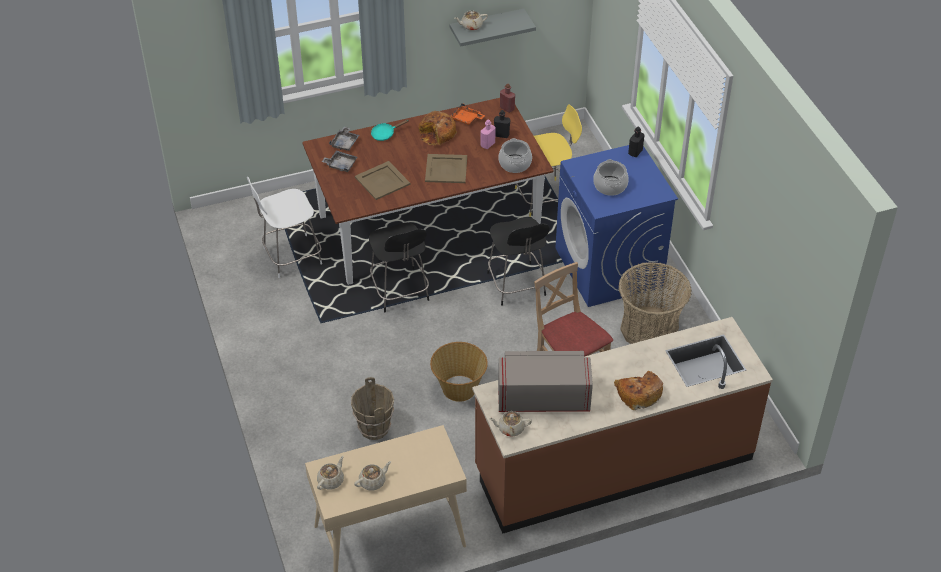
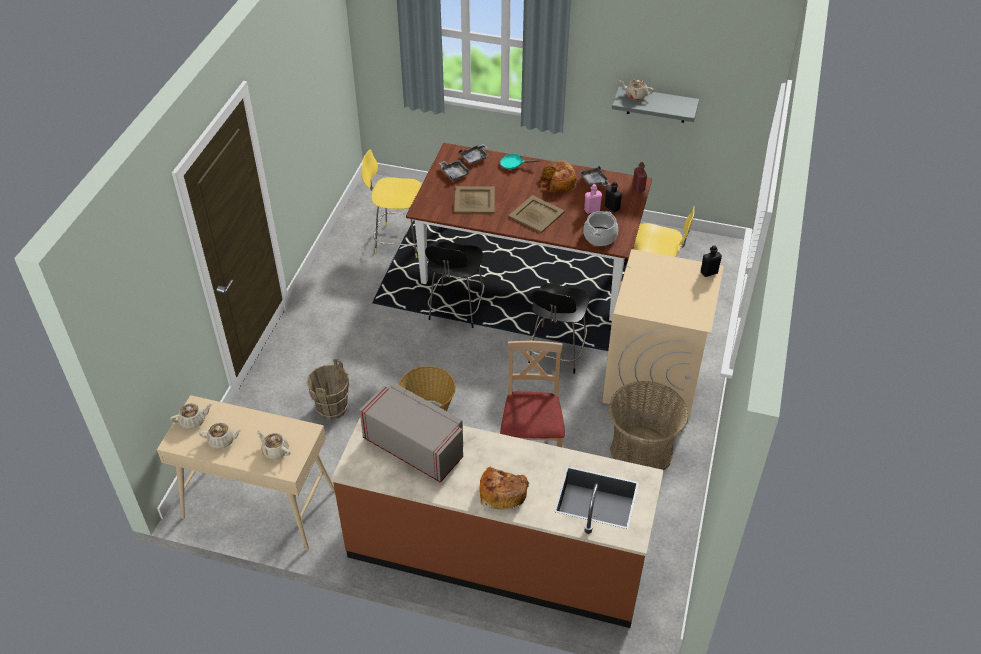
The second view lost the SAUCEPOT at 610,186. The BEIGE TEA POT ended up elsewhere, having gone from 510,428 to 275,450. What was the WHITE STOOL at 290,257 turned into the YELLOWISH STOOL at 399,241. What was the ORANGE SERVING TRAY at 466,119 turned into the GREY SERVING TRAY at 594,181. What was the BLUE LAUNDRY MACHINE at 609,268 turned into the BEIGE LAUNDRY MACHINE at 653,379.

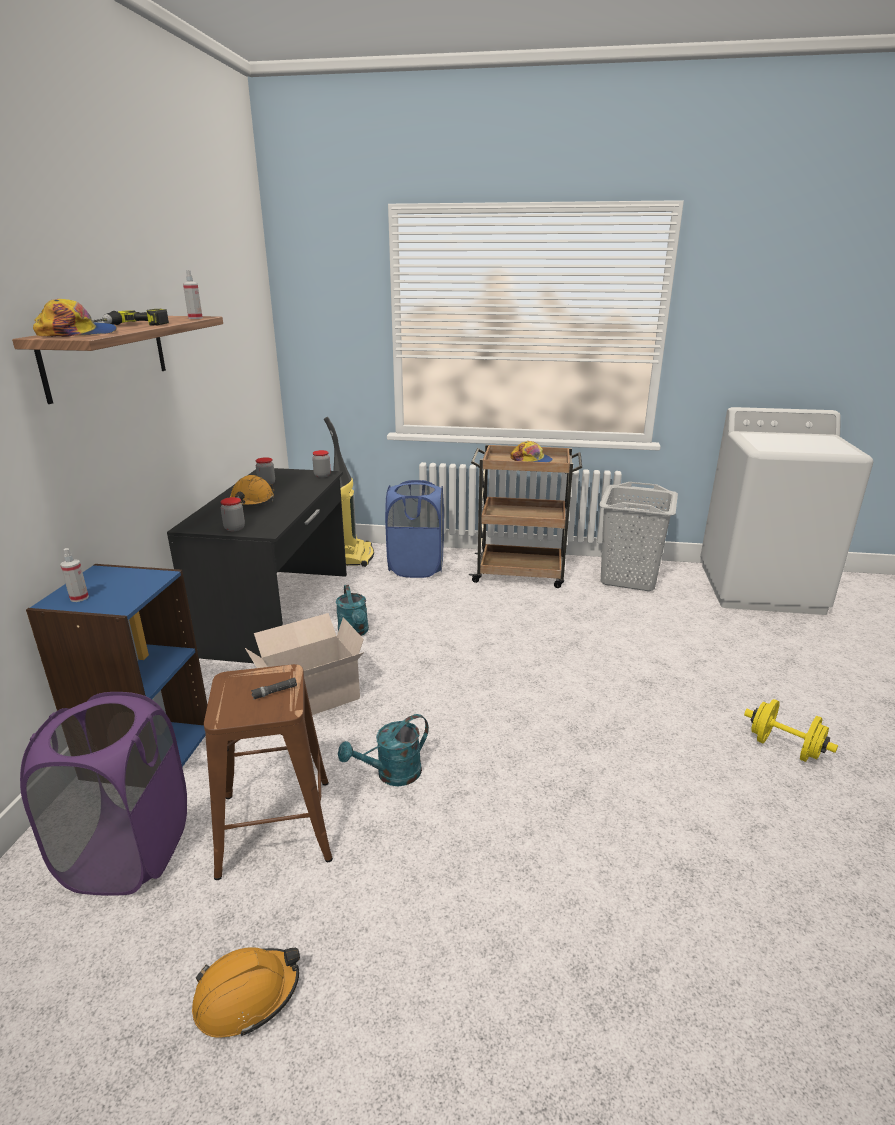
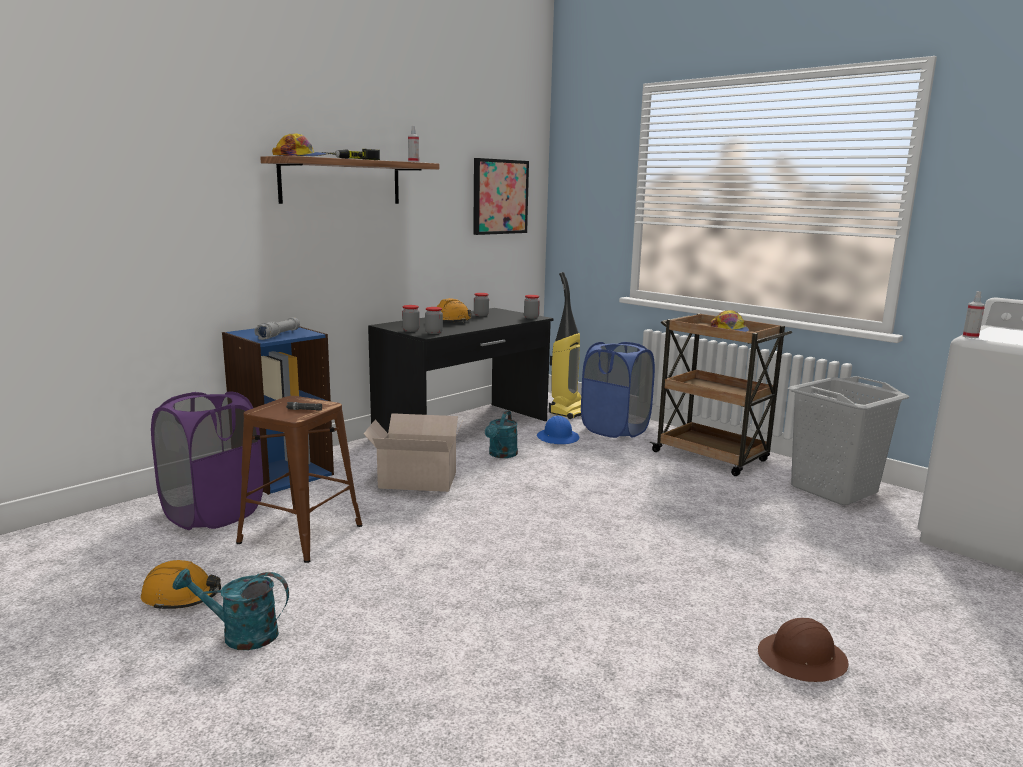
The second view gained the GREY FLASHLIGHT at 278,335. The second view gained the JAR at 434,332. The second view gained the WALL PICTURE at 499,197. The second view gained the BLUE HARD HAT at 558,438. The SPRAYER ended up elsewhere, having gone from 79,598 to 970,337. The TURQUOISE SPRINKLING CAN ended up elsewhere, having gone from 391,775 to 240,635. Where the YELLOWISH DUMBBELL stood at 784,748, the BROWN HARD HAT came to stand at 802,659.

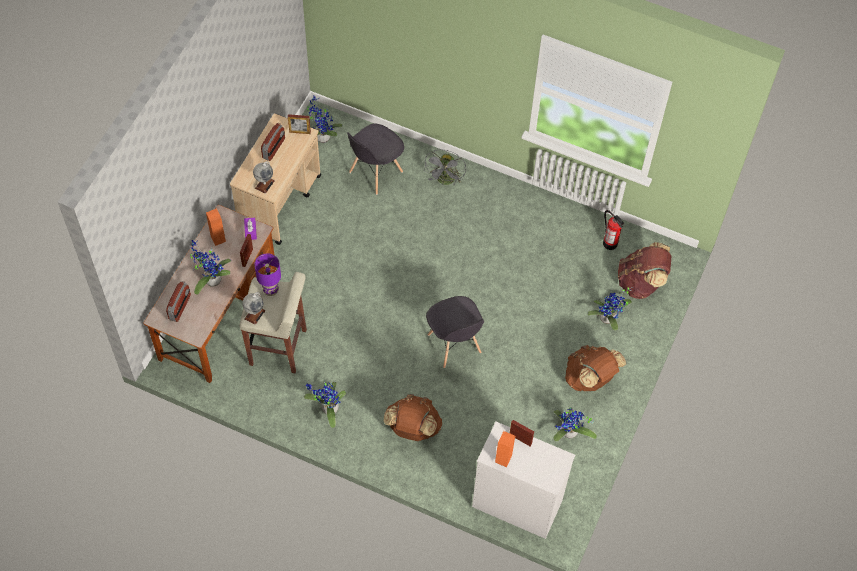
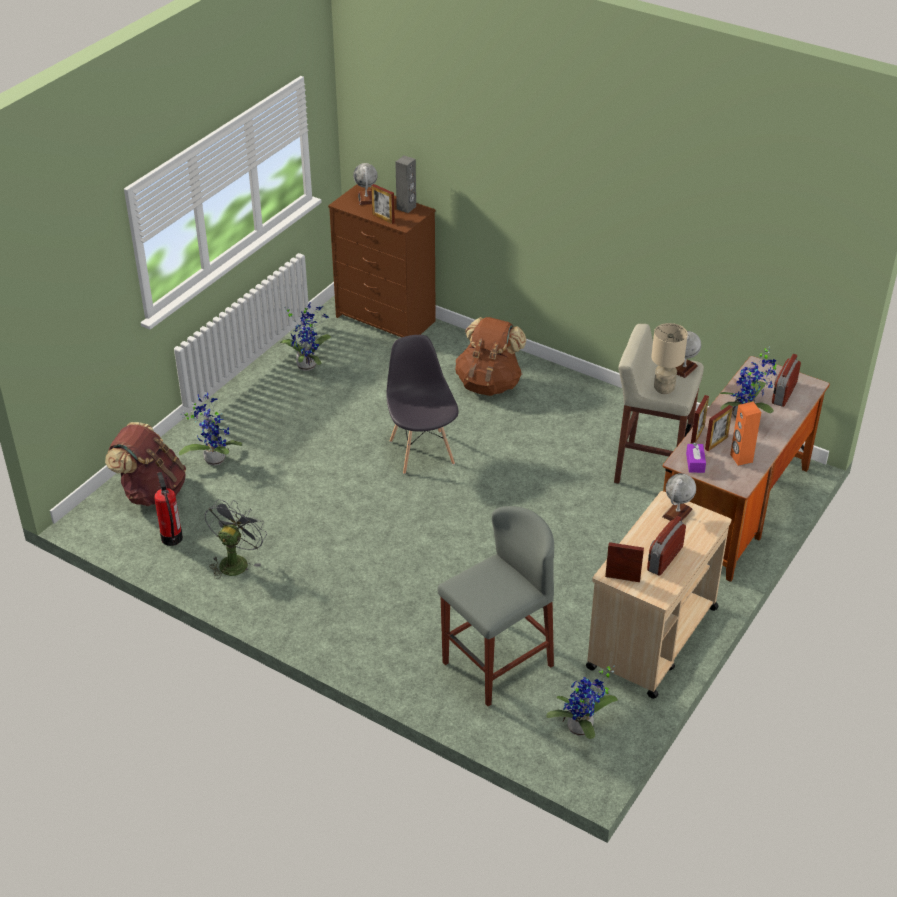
The second view lost the PLANT IN A POT at 328,409. The second view lost the BROWN BACKPACK at 590,378. The second view gained the WORLD GLOBE at 366,198. The second view gained the STANDING FRAME at 716,443. The GREY FAN ended up elsewhere, having gone from 445,181 to 235,561. Where the GREY PLAIN CHAIR stood at 375,172, the GREY STOOL came to stand at 497,664. What was the PURPLE TABLE LAMP at 271,290 turned into the BEIGE TABLE LAMP at 663,389. What was the WHITE DRESSER at 516,503 turned into the BROWN DRESSER at 386,319. What was the ORANGE SPEAKER at 503,459 turned into the GREY SPEAKER at 406,208.

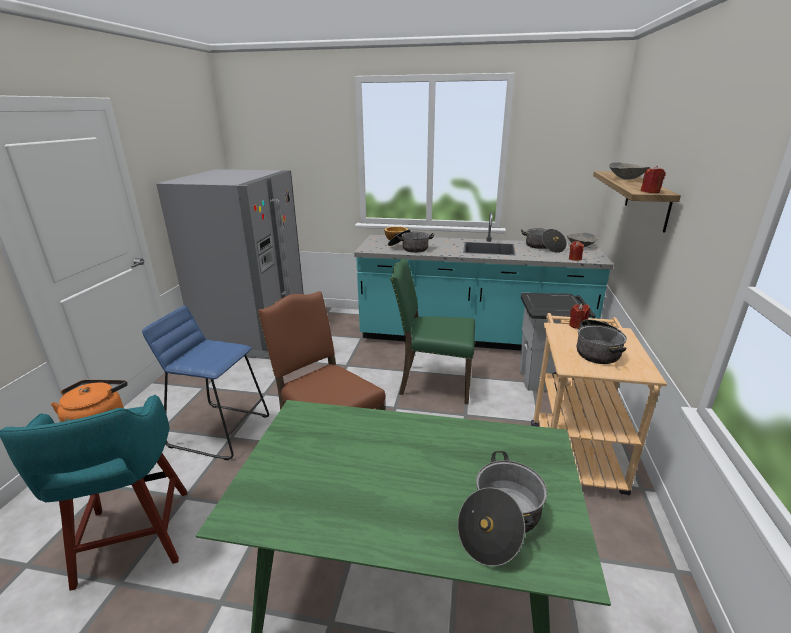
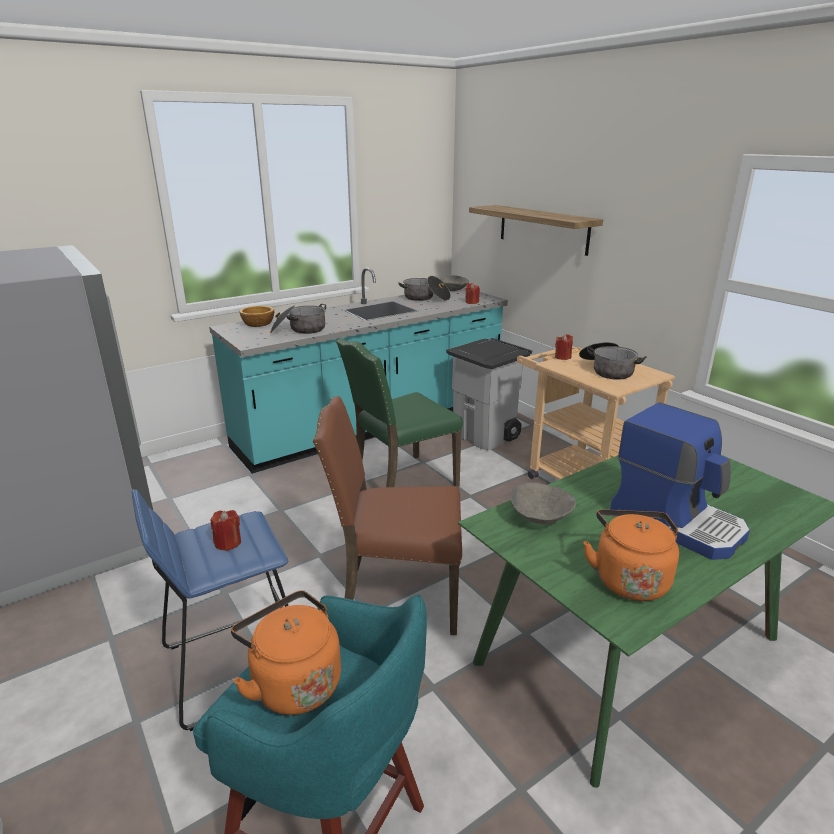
The second view lost the SAUCEPOT at 500,522. The second view gained the ORANGE WATER KETTLE at 629,578. The second view gained the COFFEE MACHINE at 677,521. The GREY SERVING BOWL ended up elsewhere, having gone from 626,178 to 540,517. The RED WAX CANDLE ended up elsewhere, having gone from 650,192 to 228,543.

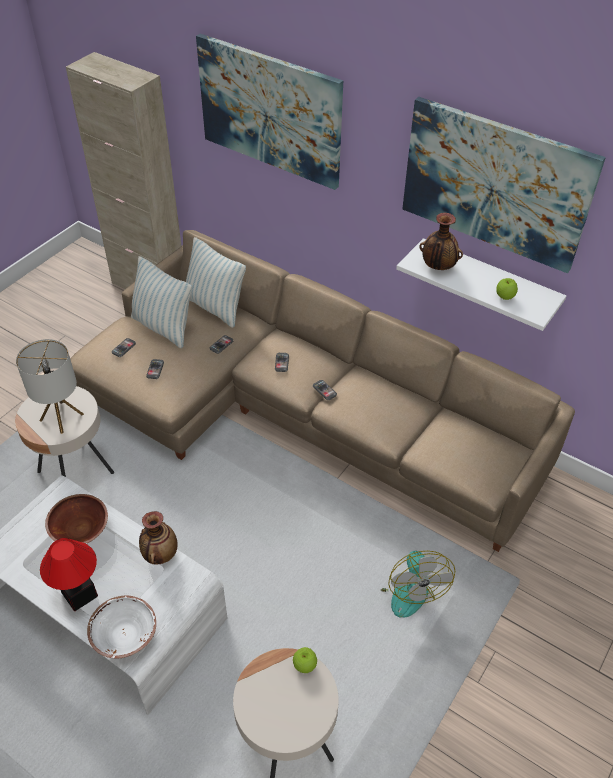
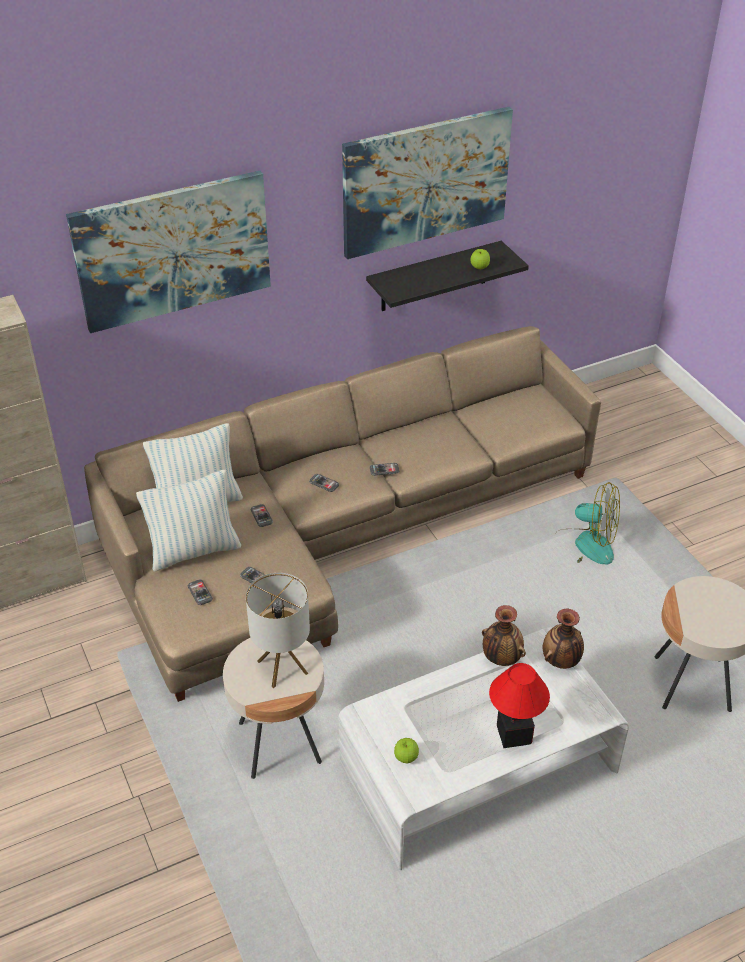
The second view lost the BROWN SERVING BOWL at 80,529. The second view lost the WHITE SERVING BOWL at 124,635. The APPLE ended up elsewhere, having gone from 304,665 to 406,758. The FLOWER VASE ended up elsewhere, having gone from 438,267 to 561,661. What was the WHITE BRACKET SHELF at 488,283 turned into the BLACKISH BRACKET SHELF at 434,277.

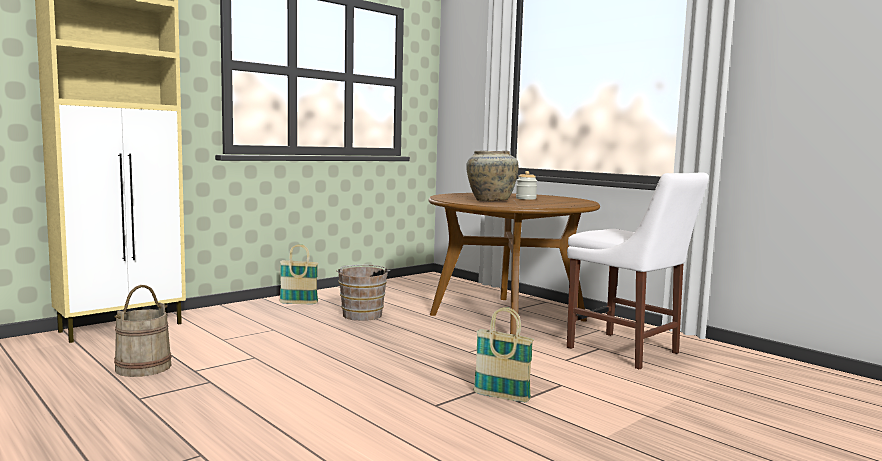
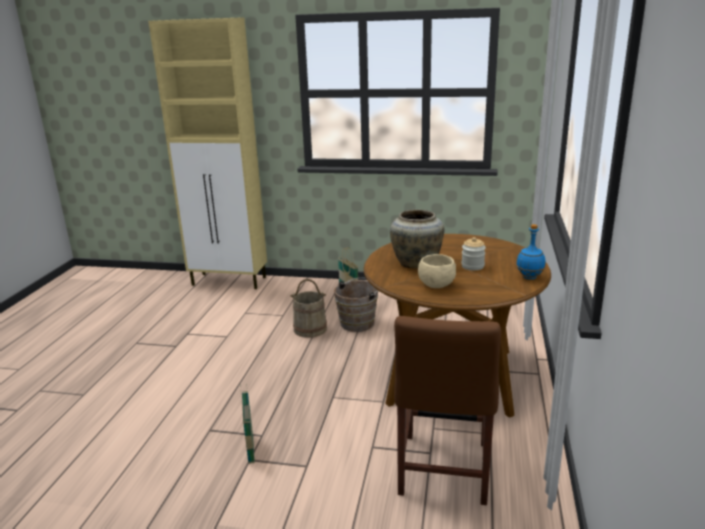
The second view gained the BEIGE SERVING BOWL at 436,285. The second view gained the BLUE BOTTLE at 529,277. The BEIGE BUCKET ended up elsewhere, having gone from 143,367 to 310,329. What was the WHITE PLAIN CHAIR at 627,352 turned into the BROWN PLAIN CHAIR at 443,472.

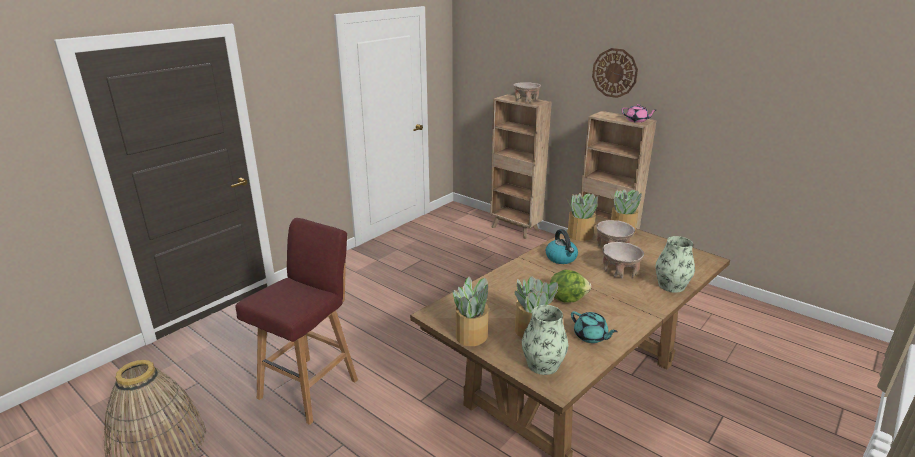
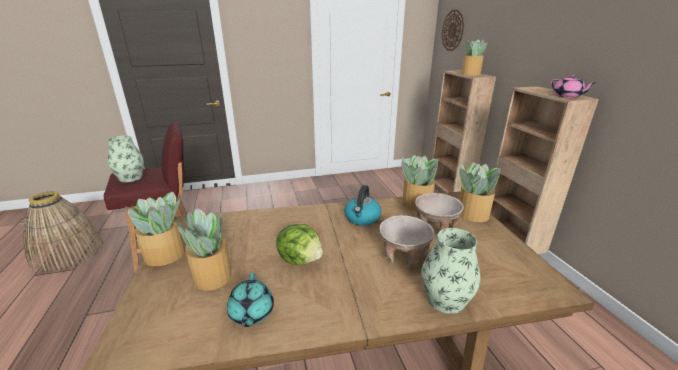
The FLOWER VASE ended up elsewhere, having gone from 543,364 to 131,178. The WALL CLOCK ended up elsewhere, having gone from 614,73 to 453,30. Where the BEIGE SERVING BOWL stood at 526,101, the PLANT IN A POT came to stand at 470,74.

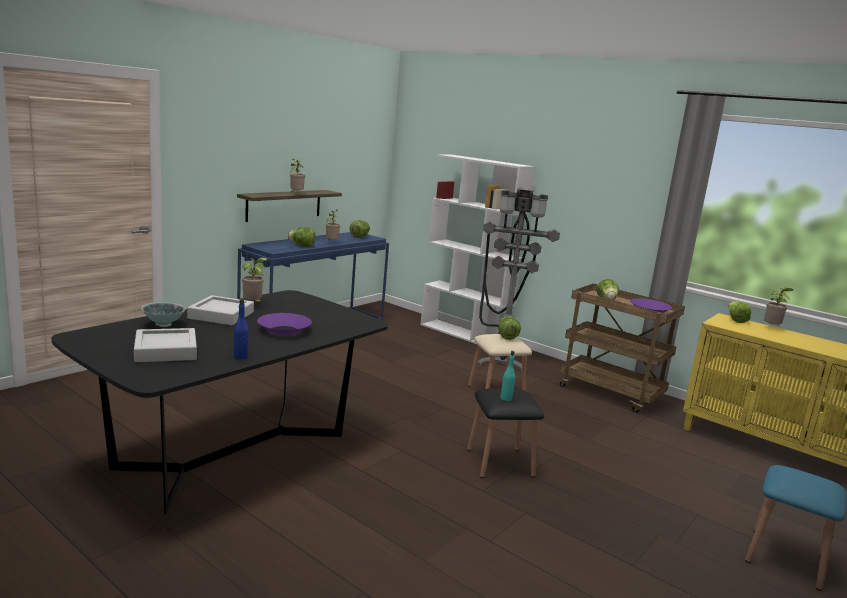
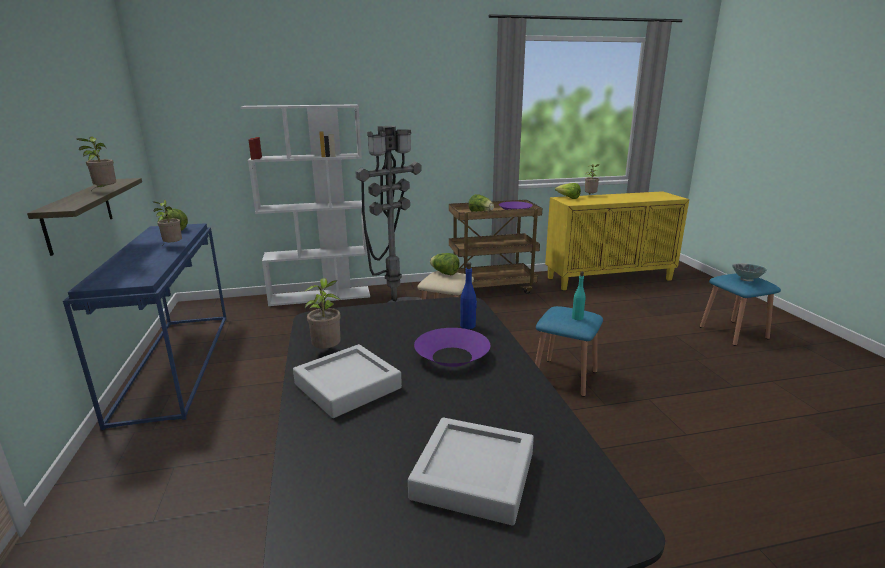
The second view lost the LETTUCE HEAD at 302,246. The SERVING BOWL ended up elsewhere, having gone from 163,325 to 746,280. The BLUE BOTTLE ended up elsewhere, having gone from 240,356 to 468,326. What was the BLACKISH STOOL at 500,462 turned into the BLUE STOOL at 564,377.

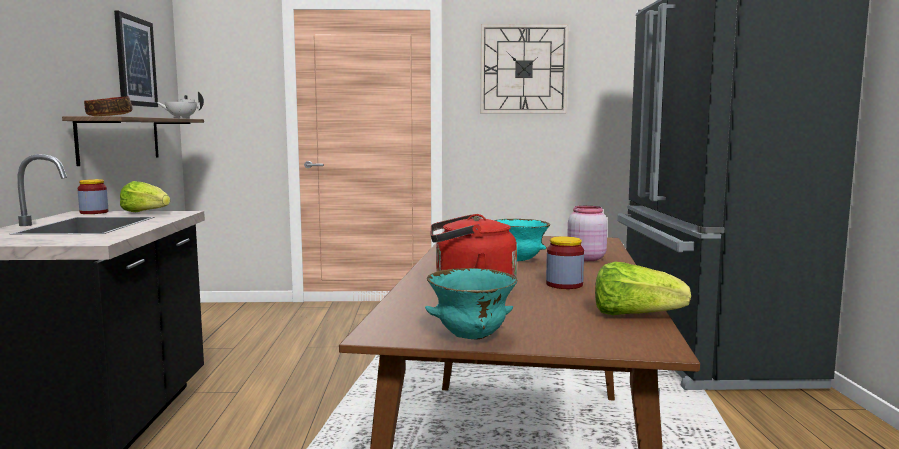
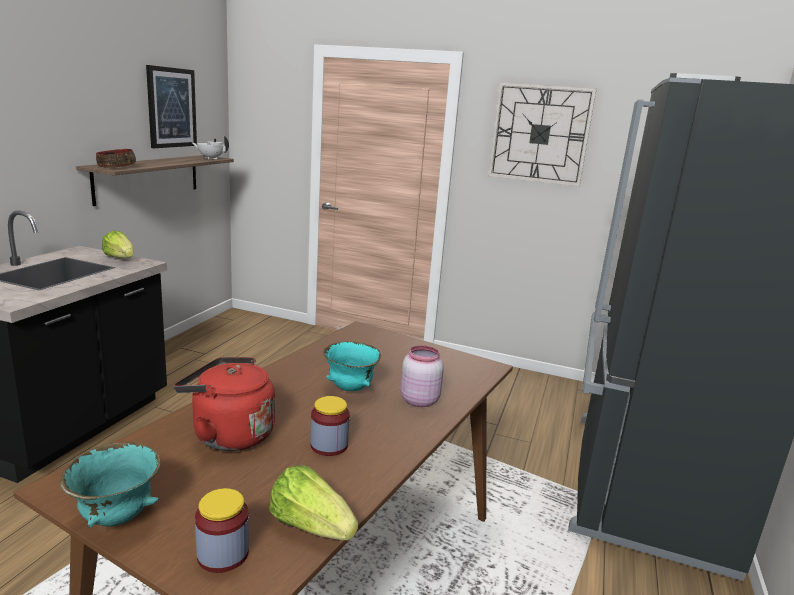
The JAR ended up elsewhere, having gone from 94,212 to 223,554.

